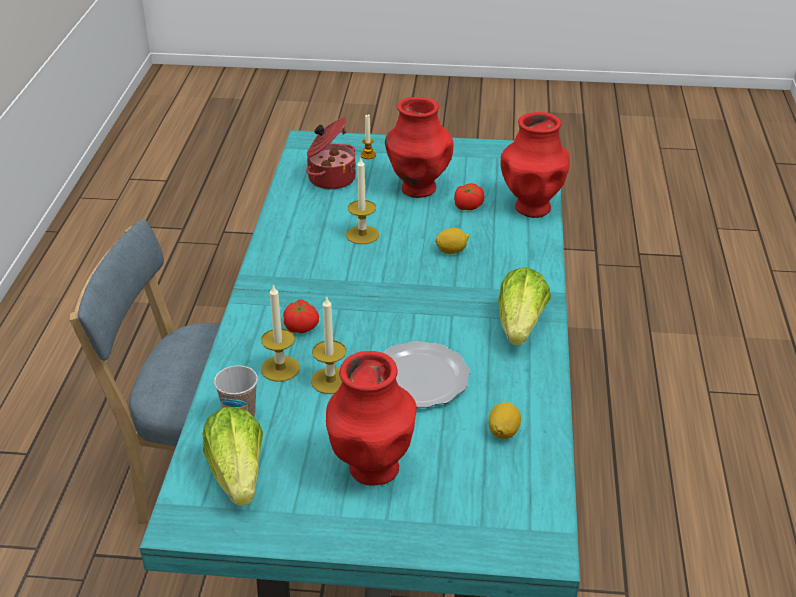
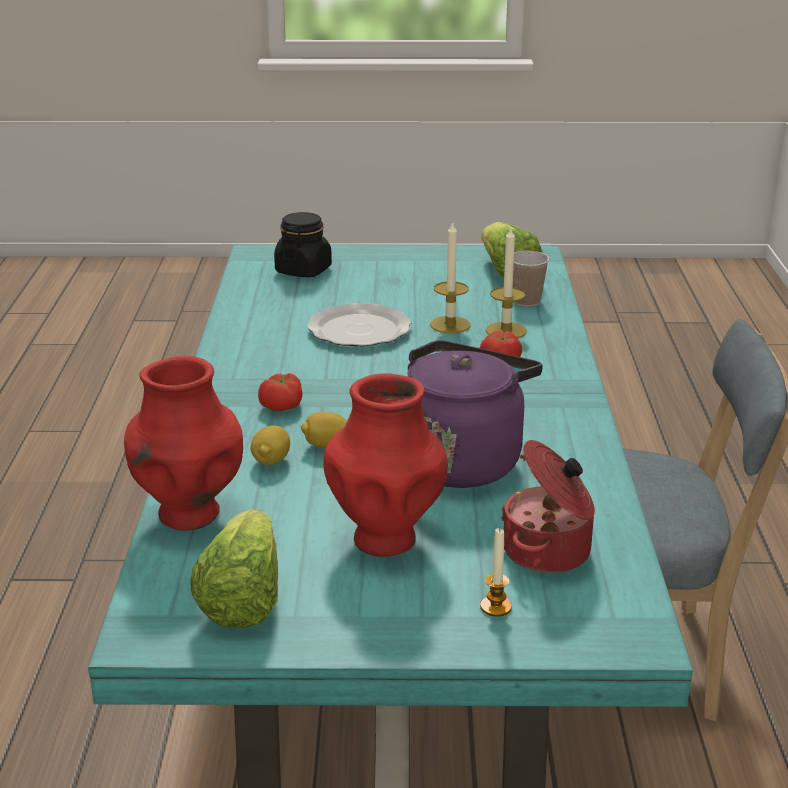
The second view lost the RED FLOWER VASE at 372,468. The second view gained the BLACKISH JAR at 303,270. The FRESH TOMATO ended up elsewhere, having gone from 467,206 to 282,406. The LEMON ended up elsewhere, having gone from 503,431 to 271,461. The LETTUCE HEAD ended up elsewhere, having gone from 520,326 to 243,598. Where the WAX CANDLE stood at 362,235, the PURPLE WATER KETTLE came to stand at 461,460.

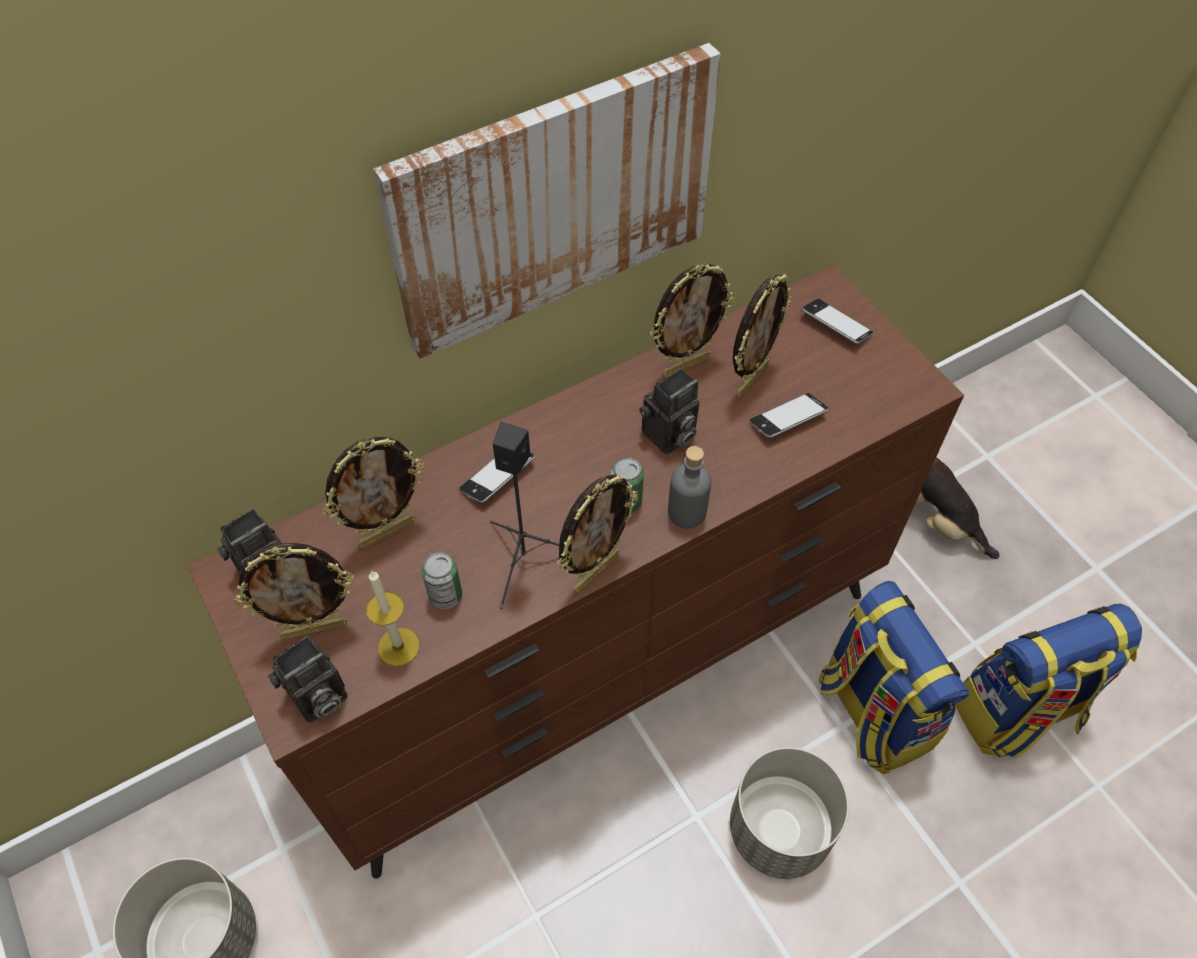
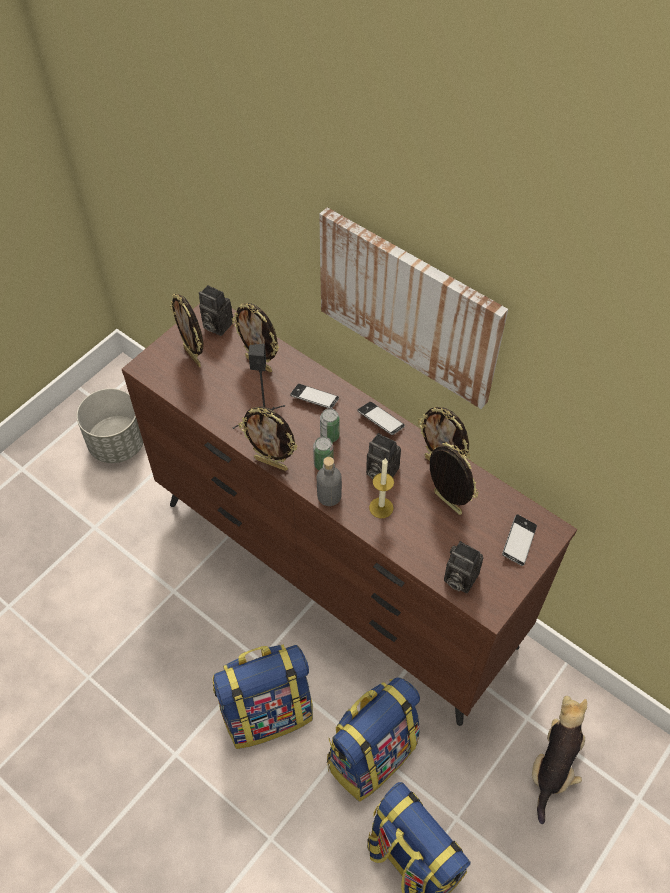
The PHOTO CAMERA ended up elsewhere, having gone from 317,699 to 458,578. The WAX CANDLE ended up elsewhere, having gone from 398,647 to 381,507. The CAN ended up elsewhere, having gone from 445,596 to 329,436. The HANDSET ended up elsewhere, having gone from 787,419 to 380,420. Where the GREY PLANT POT stood at 778,829, the BACKPACK came to stand at 267,711. The STANDING FRAME at 751,379 ended up facing another way, 150 degrees counterclockwise from before.

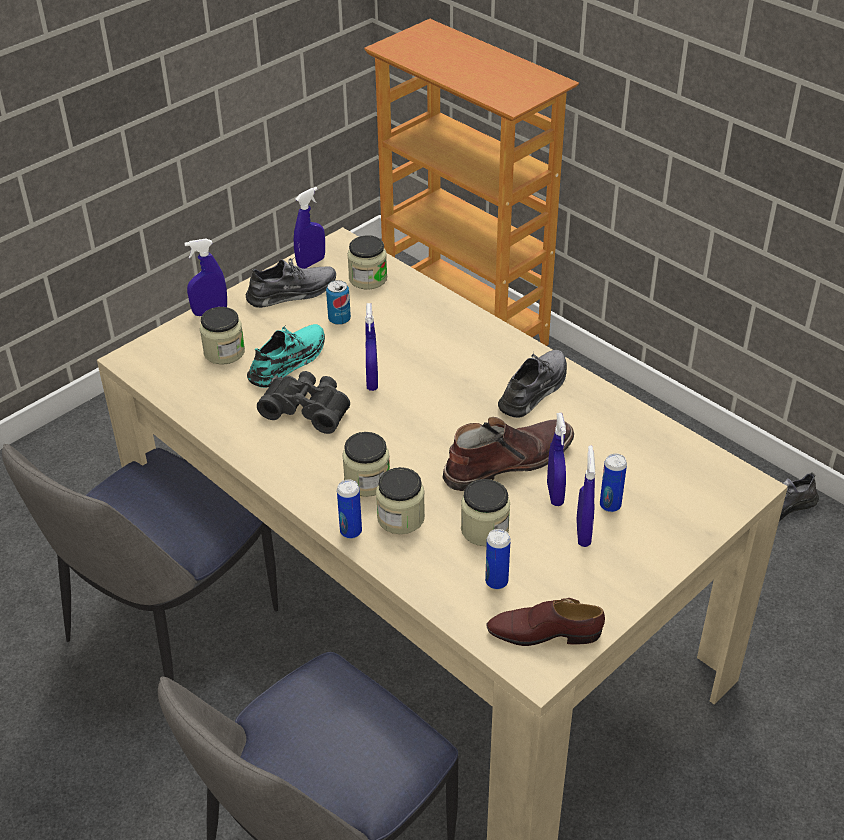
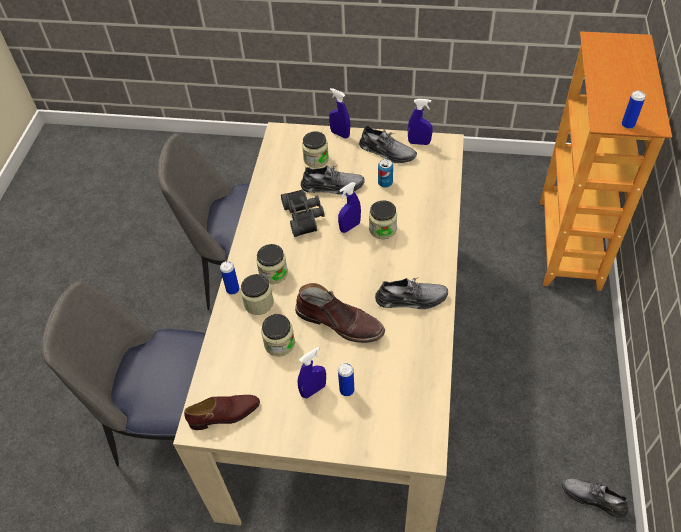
The second view lost the BLUE SPRAYER at 555,494. The JAR ended up elsewhere, having gone from 368,279 to 382,229. The CAN ended up elsewhere, having gone from 496,582 to 627,125. What was the TURQUOISE ITEM OF FOOTWEAR at 288,361 turned into the GREY ITEM OF FOOTWEAR at 332,186. The BROWN ITEM OF FOOTWEAR at 544,633 ended up facing another way, 105 degrees clockwise from before.

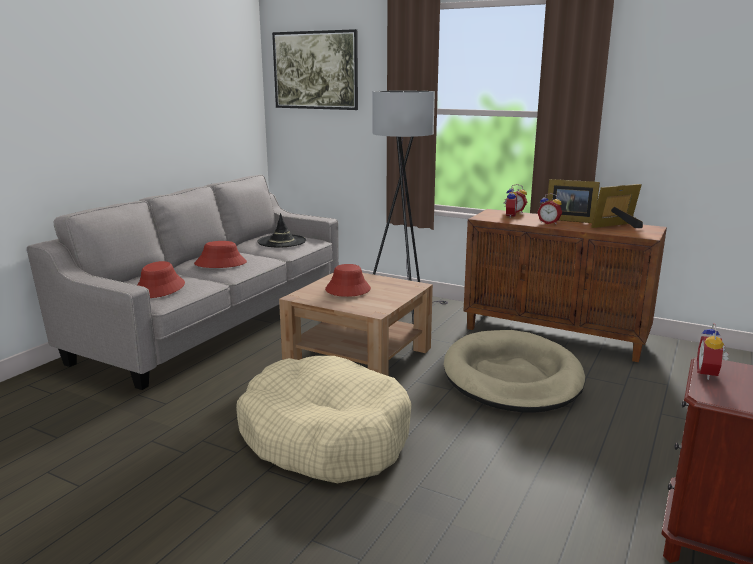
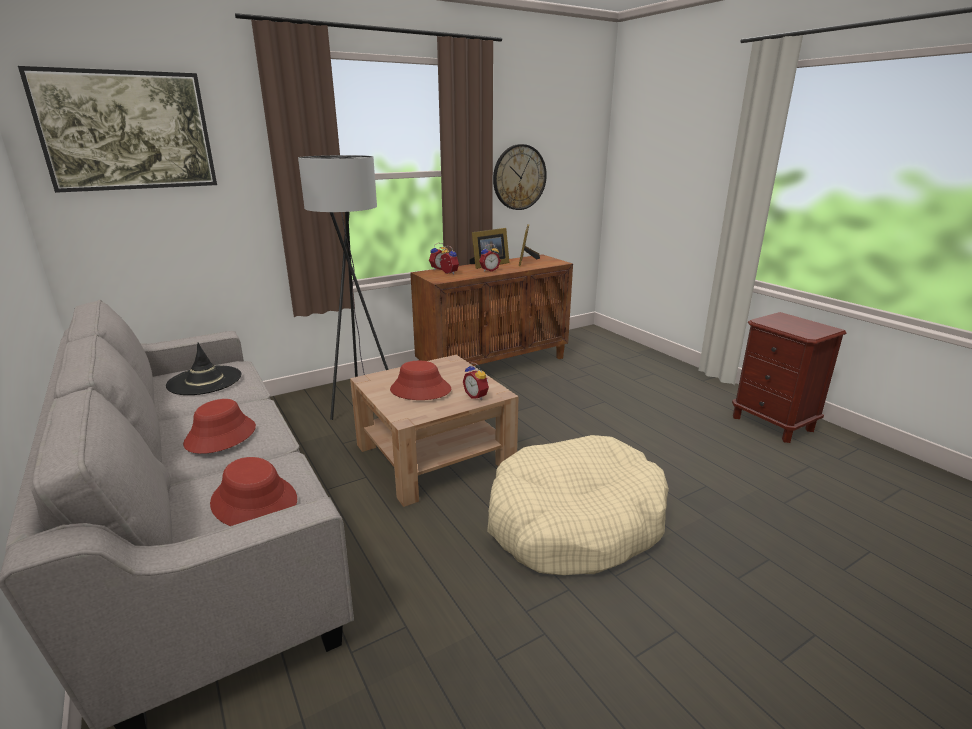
The second view lost the BEIGE PET BED at 512,377. The second view gained the WALL CLOCK at 519,177. The BEDSIDE CLOCK ended up elsewhere, having gone from 709,374 to 477,396.

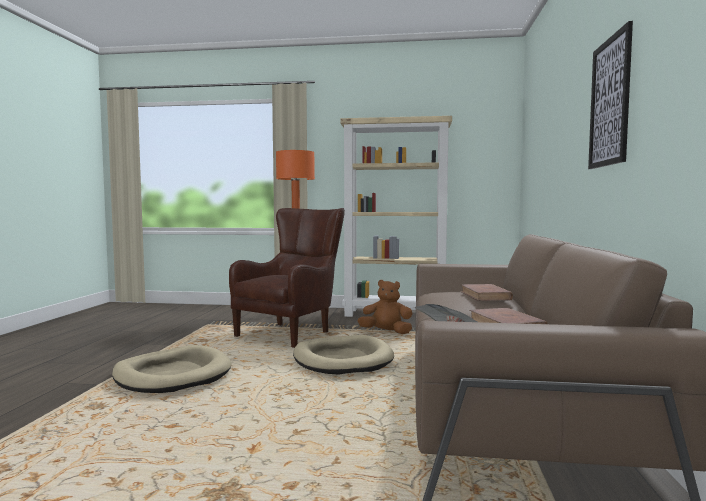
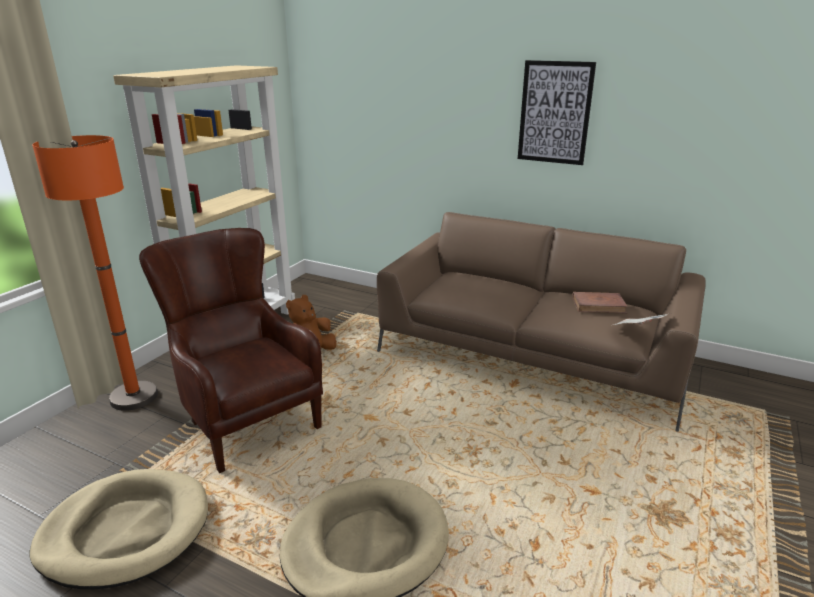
The second view lost the BROWN BOUND BOOK at 485,296. The BEIGE PET BED ended up elsewhere, having gone from 342,359 to 126,531.

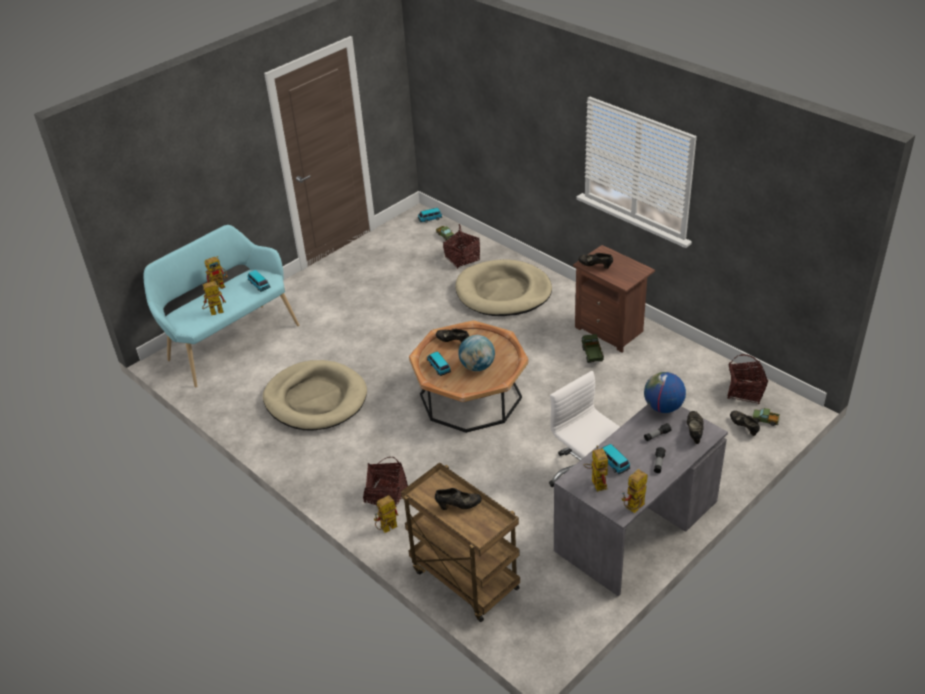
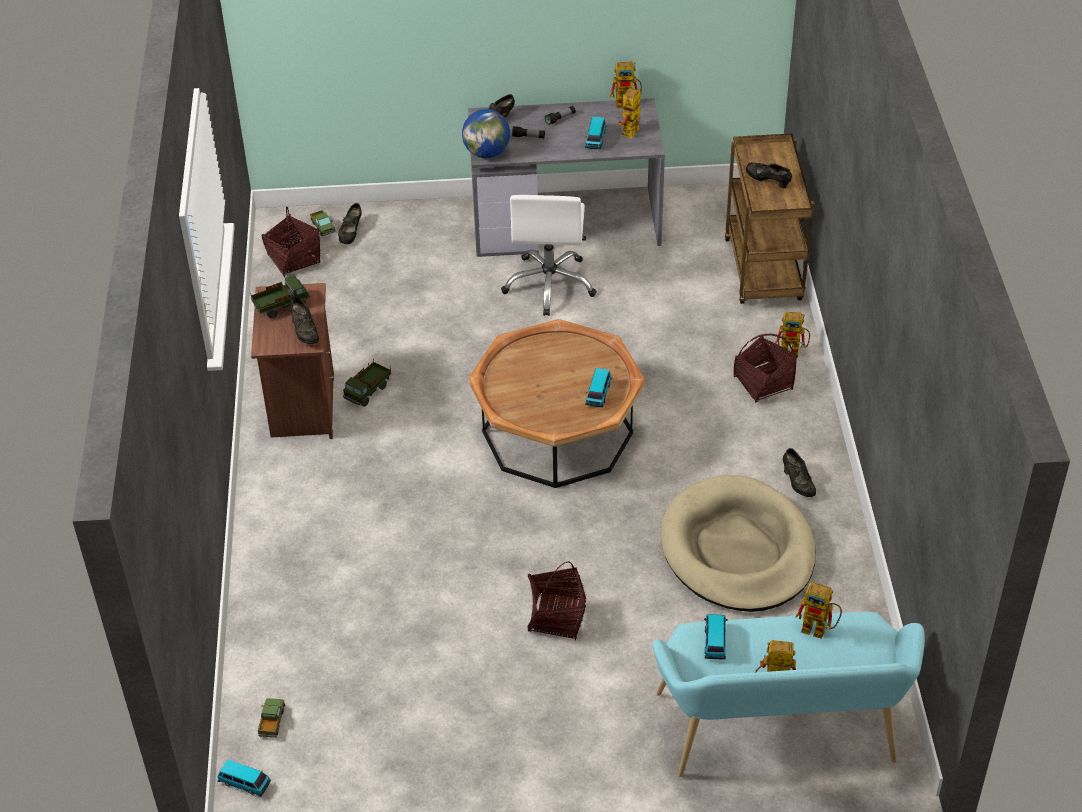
The second view lost the BEIGE PET BED at 503,292. The second view lost the WORLD GLOBE at 477,366. The second view gained the TOY LORRY at 281,306. The BLACKISH ITEM OF FOOTWEAR ended up elsewhere, having gone from 453,341 to 797,483. The STORAGE BASKET ended up elsewhere, having gone from 462,259 to 556,617.

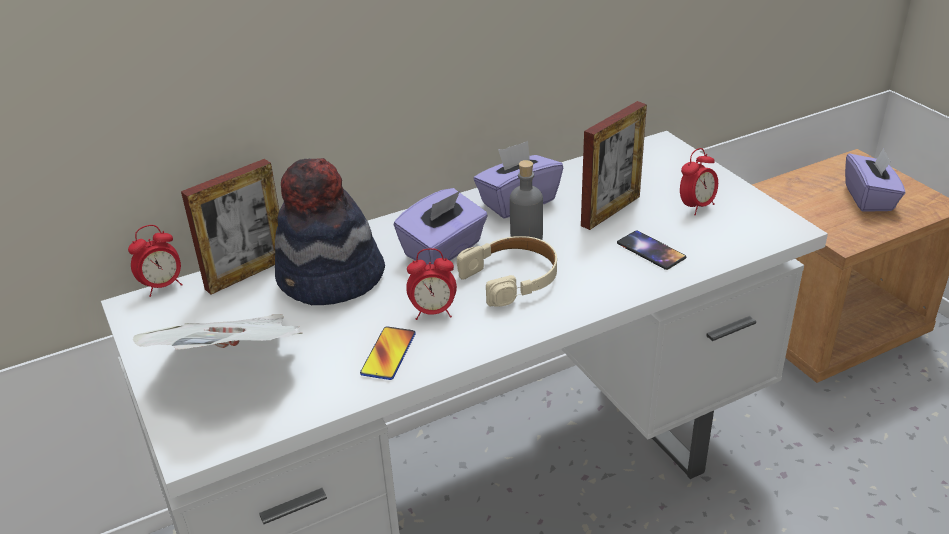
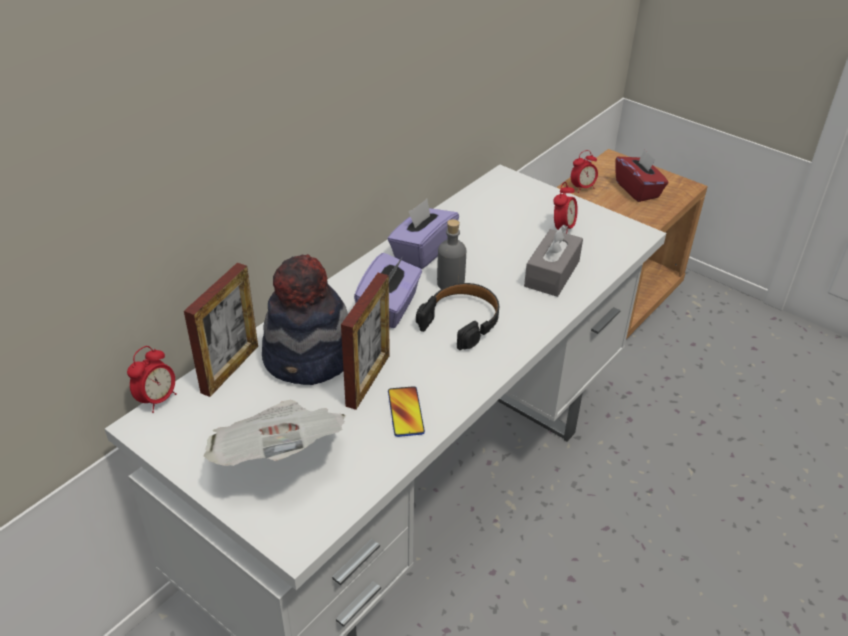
The BEDSIDE CLOCK ended up elsewhere, having gone from 433,312 to 582,188. The STANDING FRAME ended up elsewhere, having gone from 610,211 to 368,380. Where the HANDSET stood at 651,250, the GREY TISSUE HOLDER came to stand at 552,273. What was the BEIGE PAIR OF HEADPHONES at 512,278 turned into the BLACKISH PAIR OF HEADPHONES at 461,321. What was the PURPLE TISSUE HOLDER at 869,198 turned into the RED TISSUE HOLDER at 638,190.

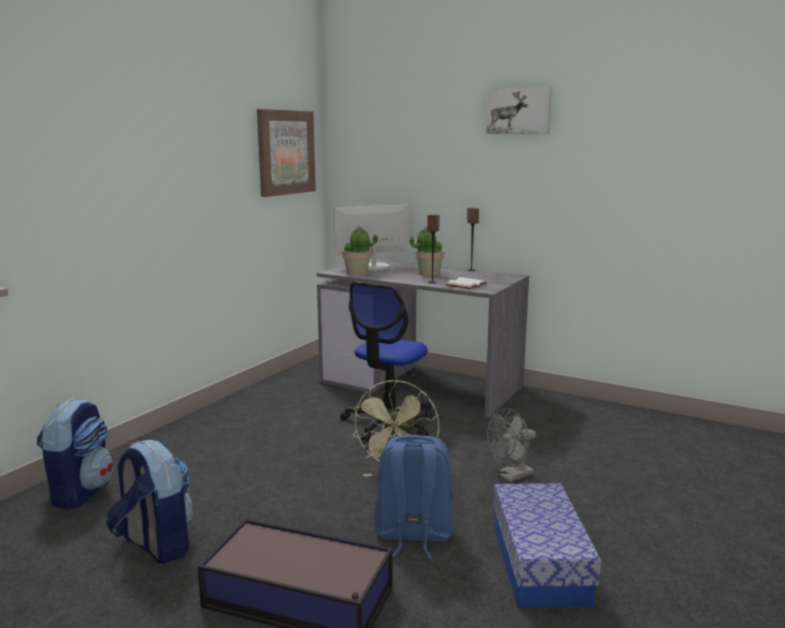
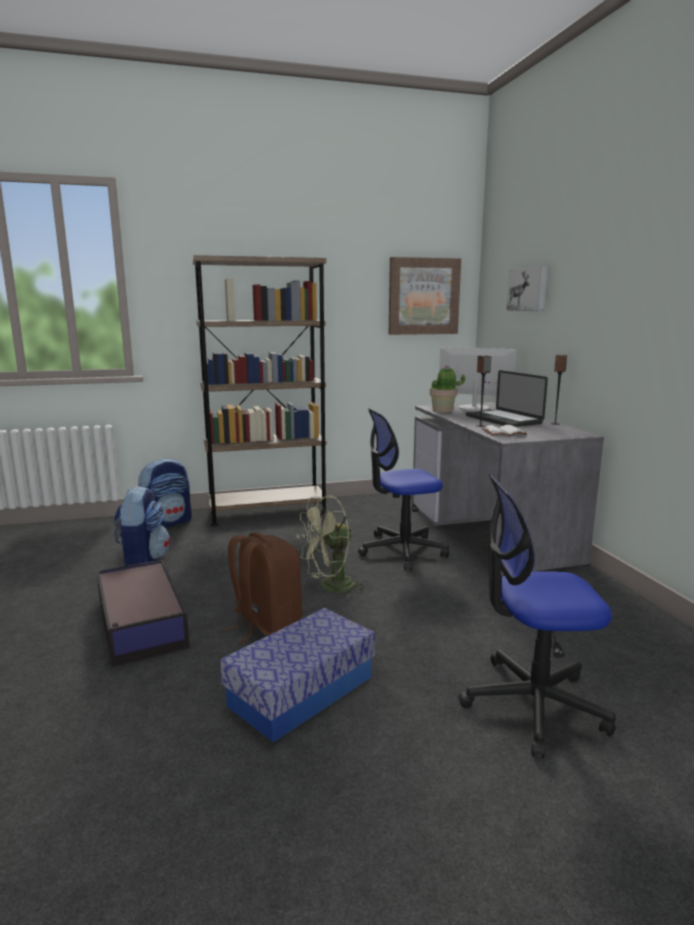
The second view lost the GREY FAN at 511,477. The second view gained the BROWN SHELVING UNIT at 267,512. The second view gained the DESK CHAIR at 533,704. The WALL PICTURE ended up elsewhere, having gone from 519,111 to 528,289. Where the PLANT IN A POT stood at 429,273, the NOTEBOOK COMPUTER came to stand at 503,420. What was the BLUE BACKPACK at 413,534 turned into the BROWN BACKPACK at 265,625.

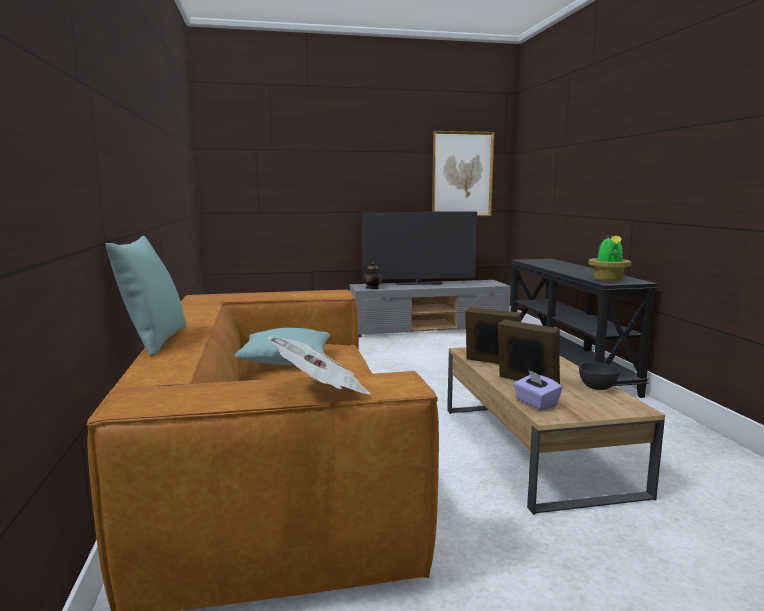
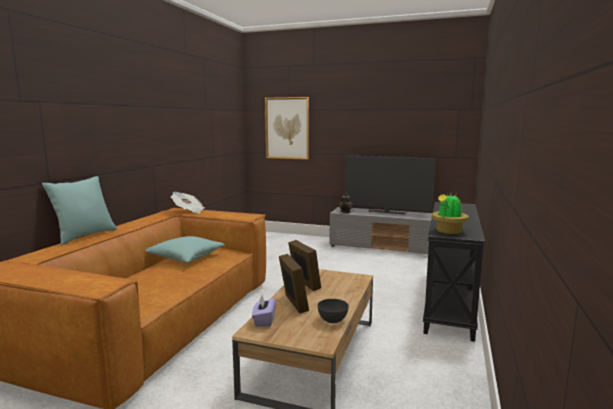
The DAILY PAPER ended up elsewhere, having gone from 321,391 to 188,211. The WALL PICTURE ended up elsewhere, having gone from 462,174 to 287,128.

